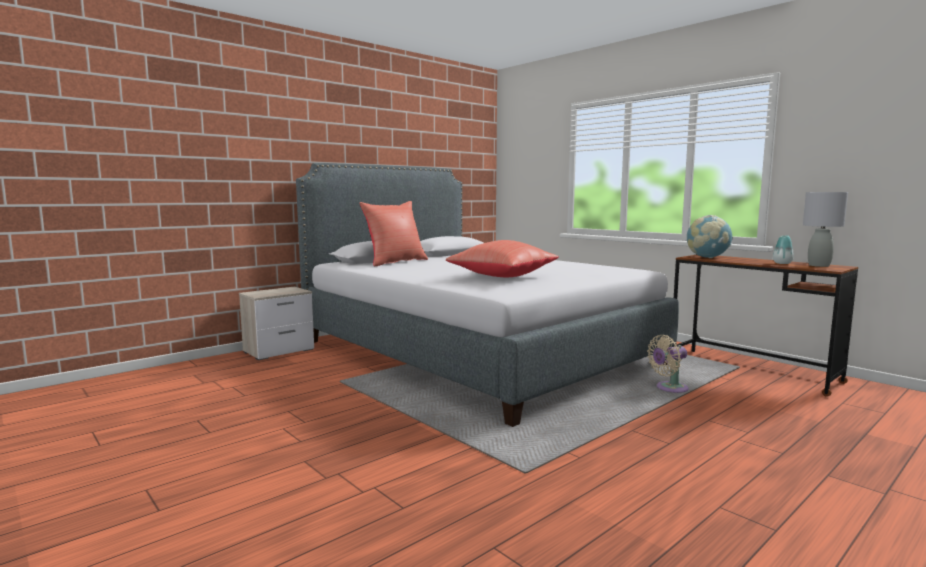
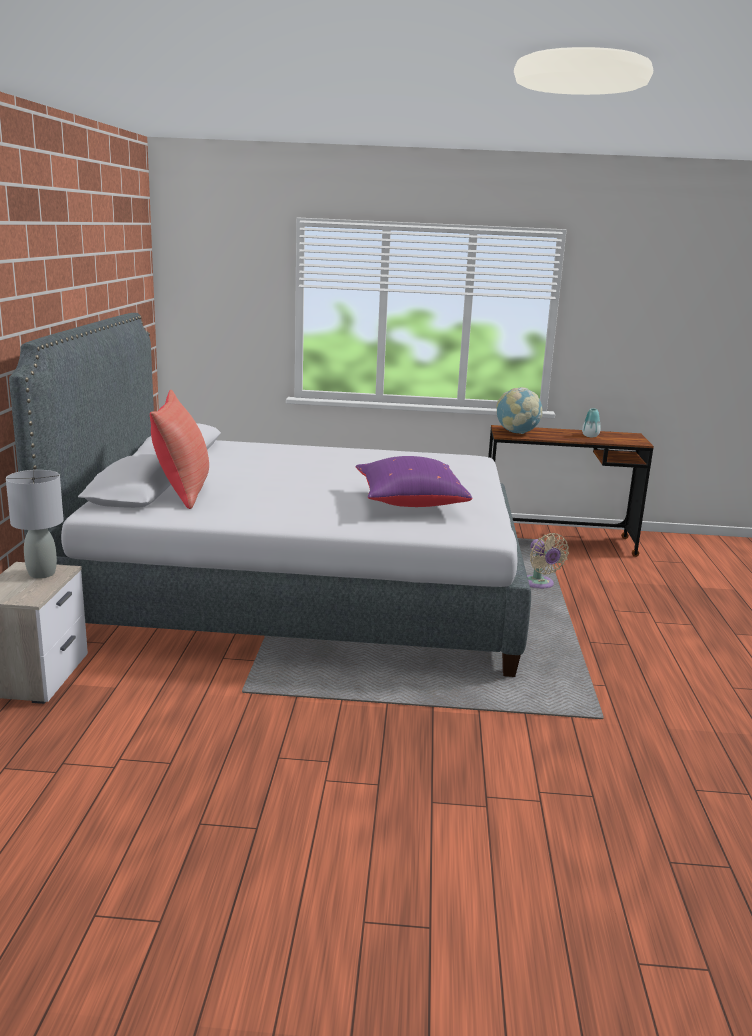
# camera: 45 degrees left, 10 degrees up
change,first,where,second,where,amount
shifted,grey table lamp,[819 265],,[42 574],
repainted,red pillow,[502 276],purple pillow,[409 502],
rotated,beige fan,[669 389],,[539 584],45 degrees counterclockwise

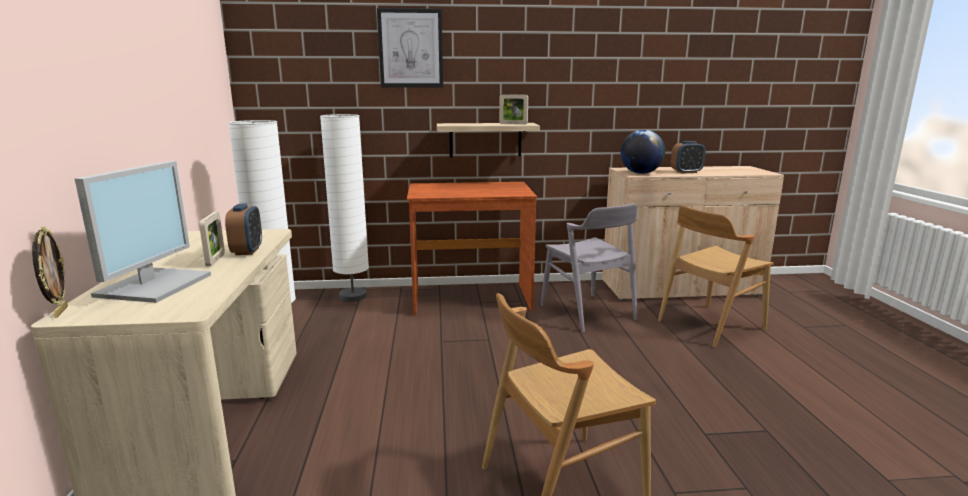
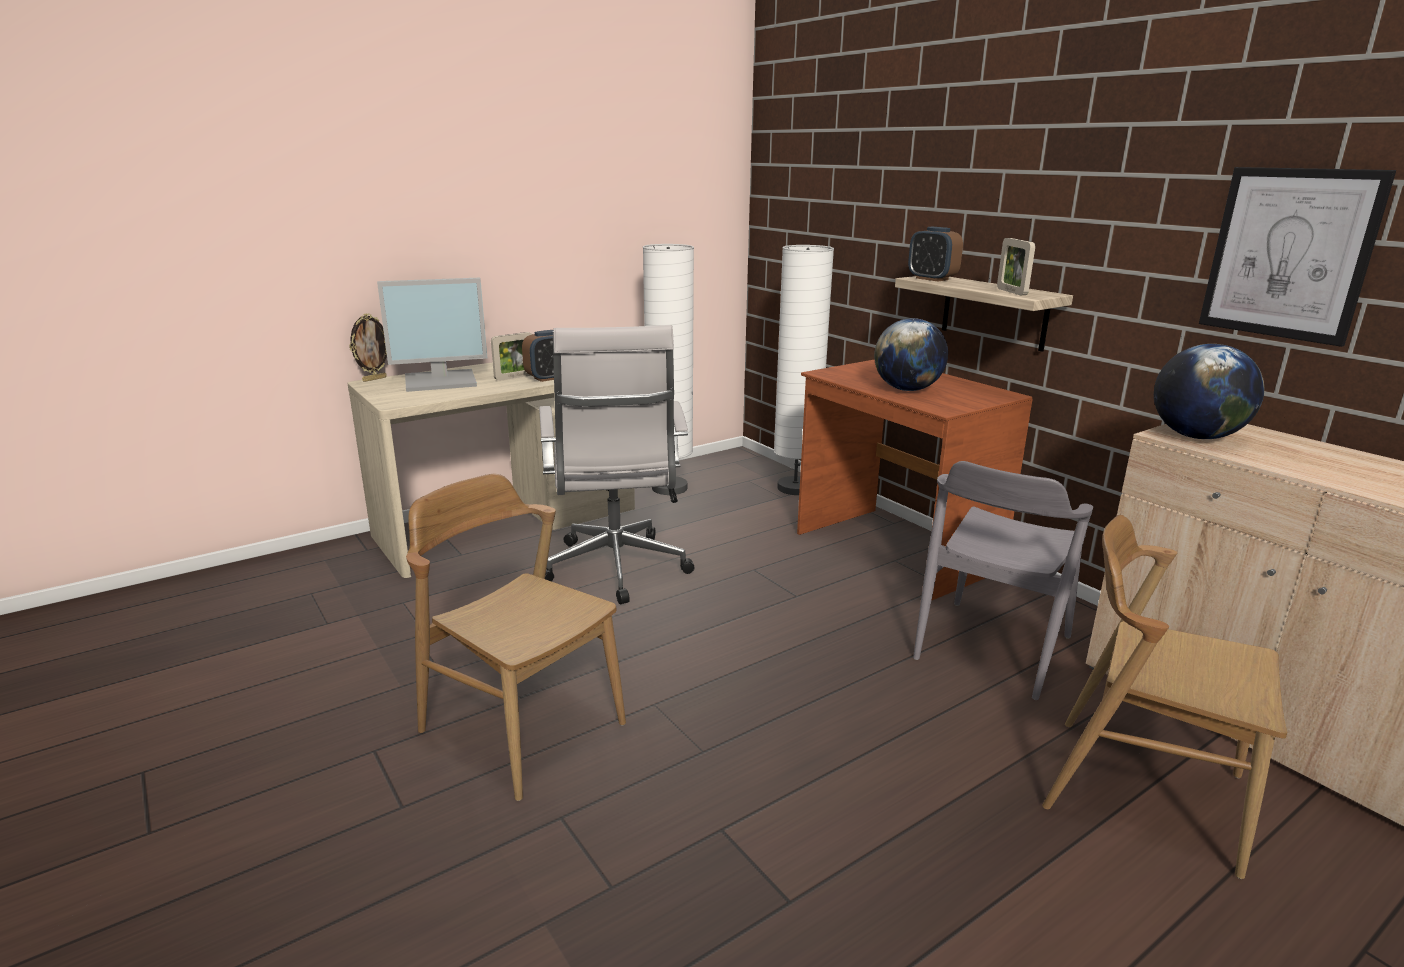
# camera: 60 degrees right, 5 degrees up
change,first,where,second,where,amount
new,,,white office chair,[616 571],
new,,,globe,[907 389],
shifted,picture,[410 48],,[1289 254],
shifted,alarm clock,[686 172],,[932 279],

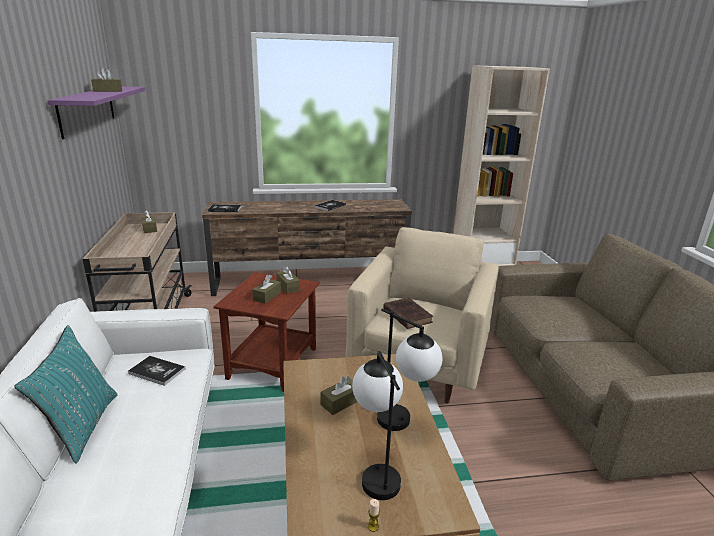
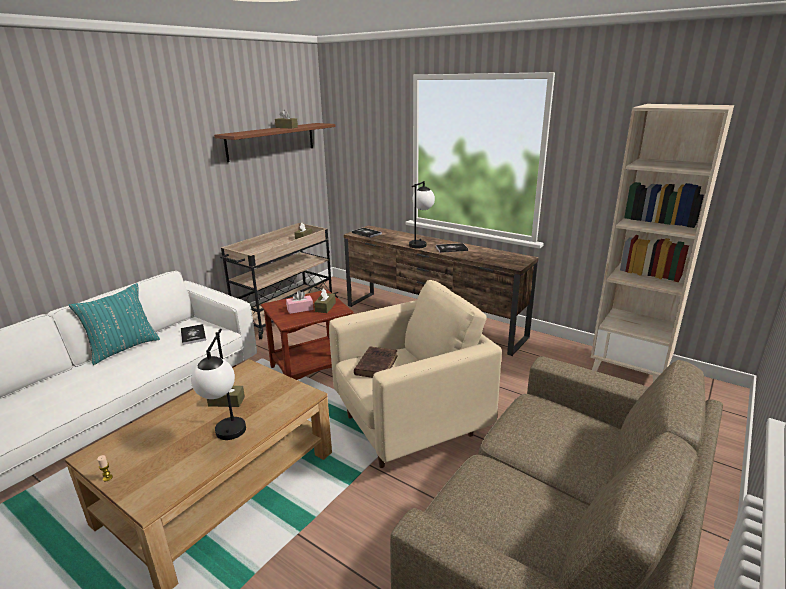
# camera: 45 degrees right, 0 degrees up
change,first,where,second,where,amount
shifted,table lamp,[376 471],,[420 243],
repainted,purple shelf,[88 109],brown shelf,[271 141],
repainted,brown tissue box,[267 296],pink tissue box,[300 309],

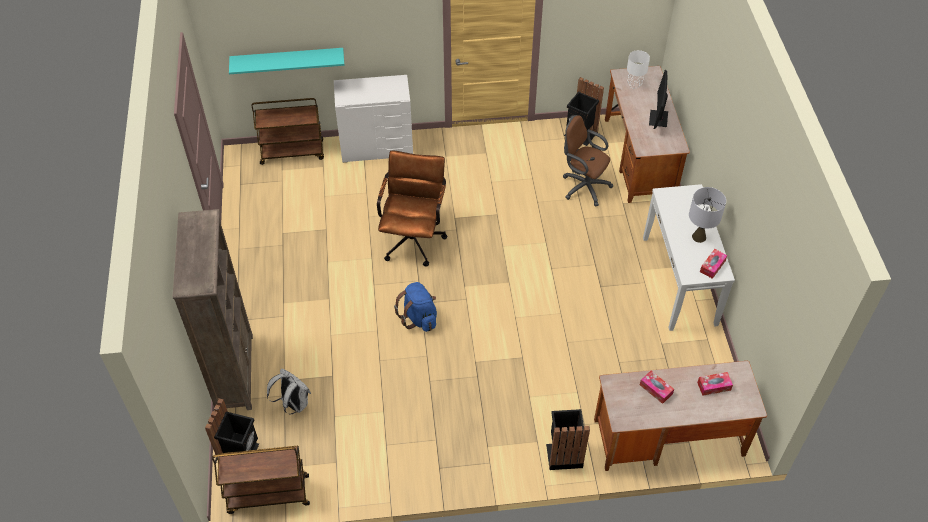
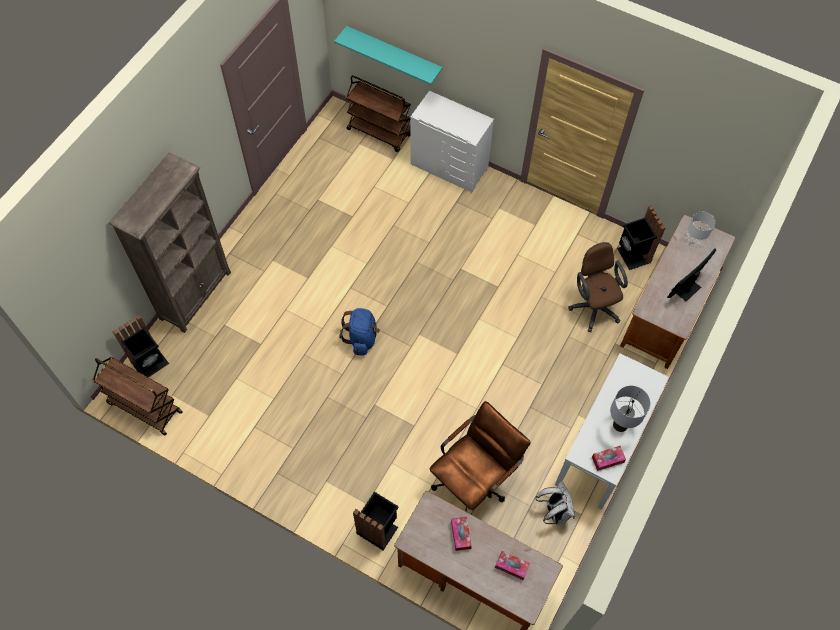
# camera: 35 degrees right, 10 degrees up
change,first,where,second,where,amount
shifted,white backpack,[293 404],,[554 511],
shifted,brown office chair,[413 237],,[474 479],

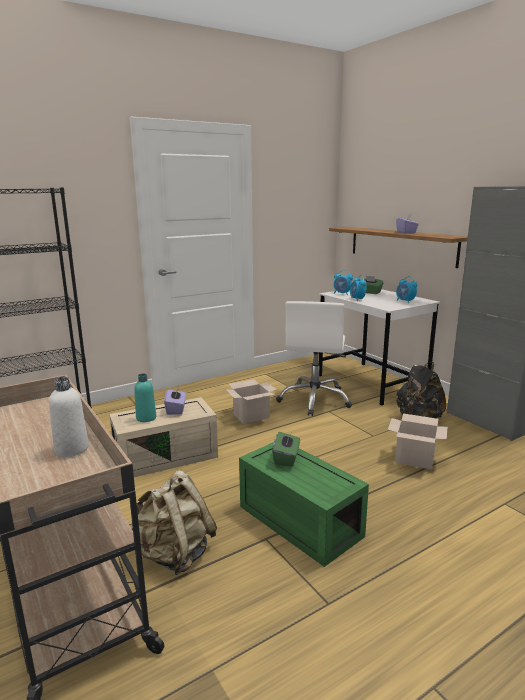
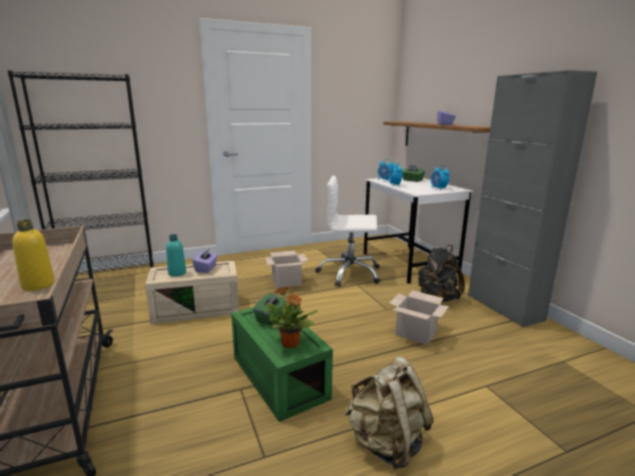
# camera: 10 degrees right, 0 degrees up
change,first,where,second,where,amount
new,,,potted plant,[290 344],
shifted,beige backpack,[175 554],,[386 443],
repainted,white bottle,[71 449],yellow bottle,[38 285],
rotated,white office chair,[315 400],,[349 273],75 degrees clockwise

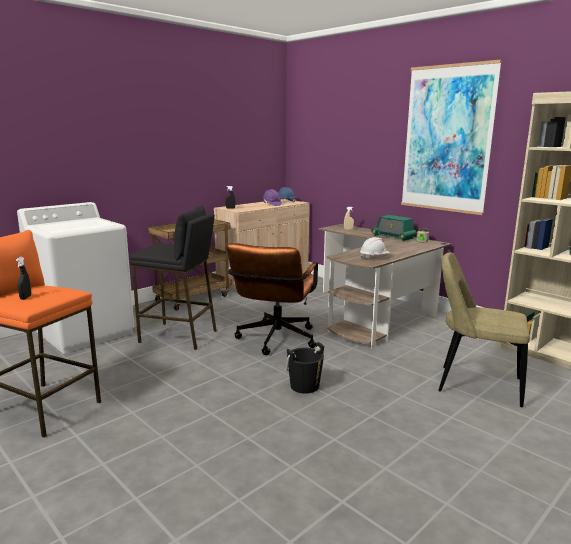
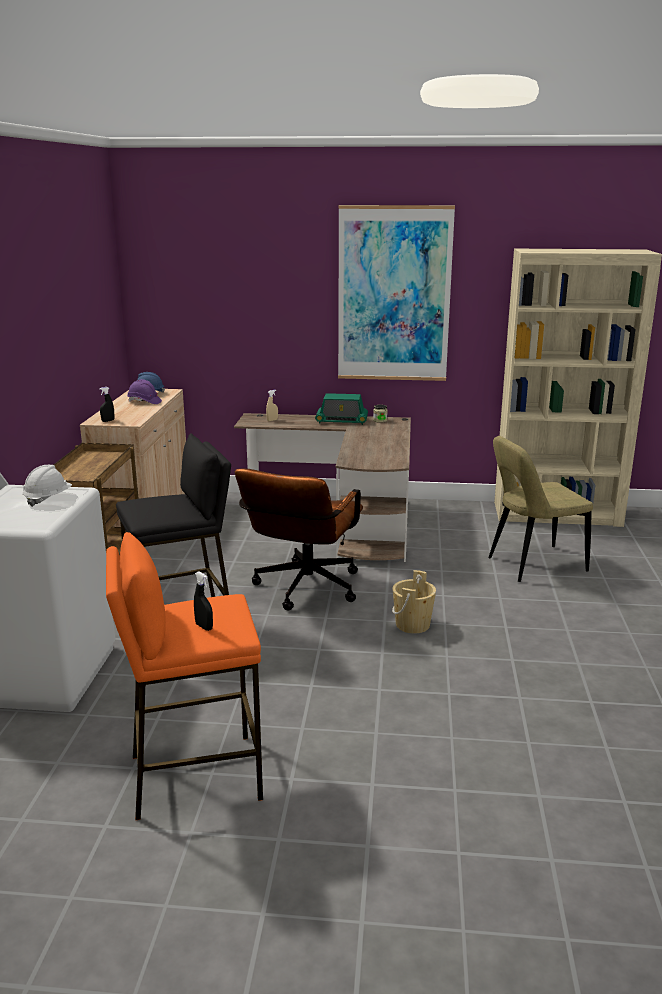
# camera: 40 degrees left, 5 degrees up
change,first,where,second,where,amount
shifted,white hard hat,[374 258],,[48 499],
repainted,black bucket,[304 386],beige bucket,[412 625],
rotated,brown office chair,[274 341],,[303 590],45 degrees clockwise

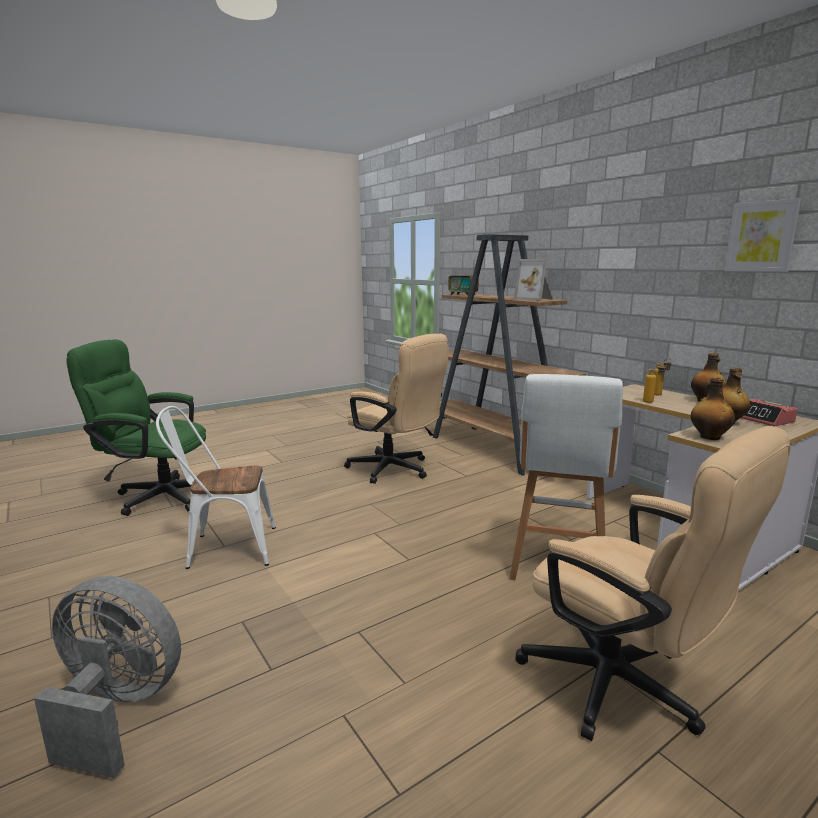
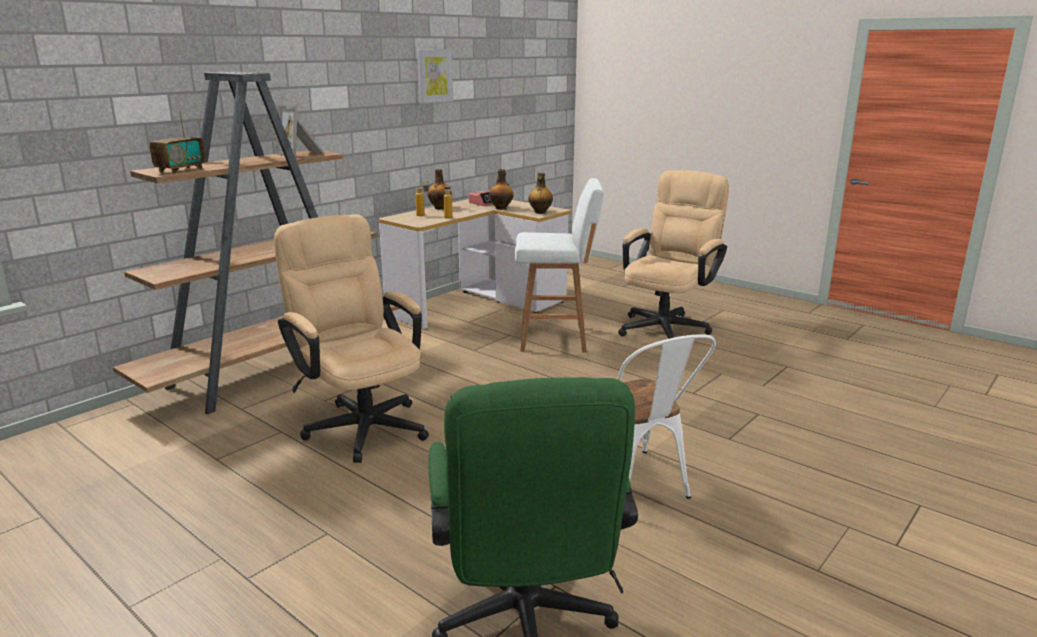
# camera: 105 degrees left, 5 degrees up
change,first,where,second,where,amount
gone,grey fan,[117 709],,,
rotated,beige office chair,[395 470],,[361 423],60 degrees counterclockwise
rotated,picture frame,[535 299],,[302 154],105 degrees clockwise

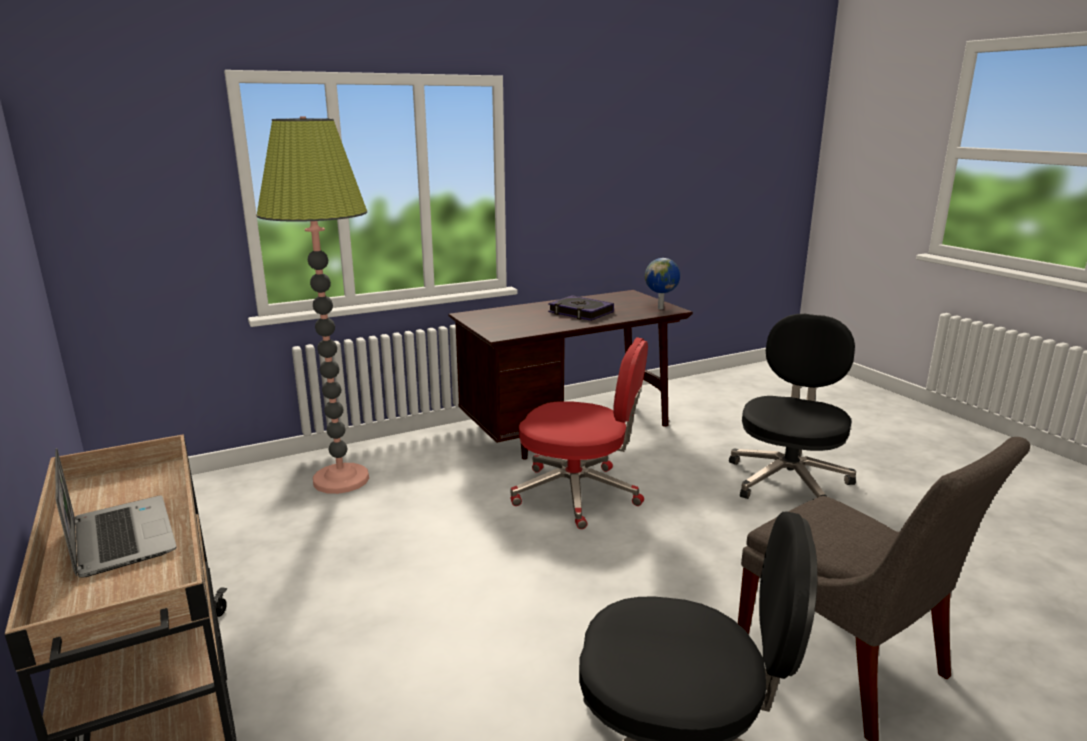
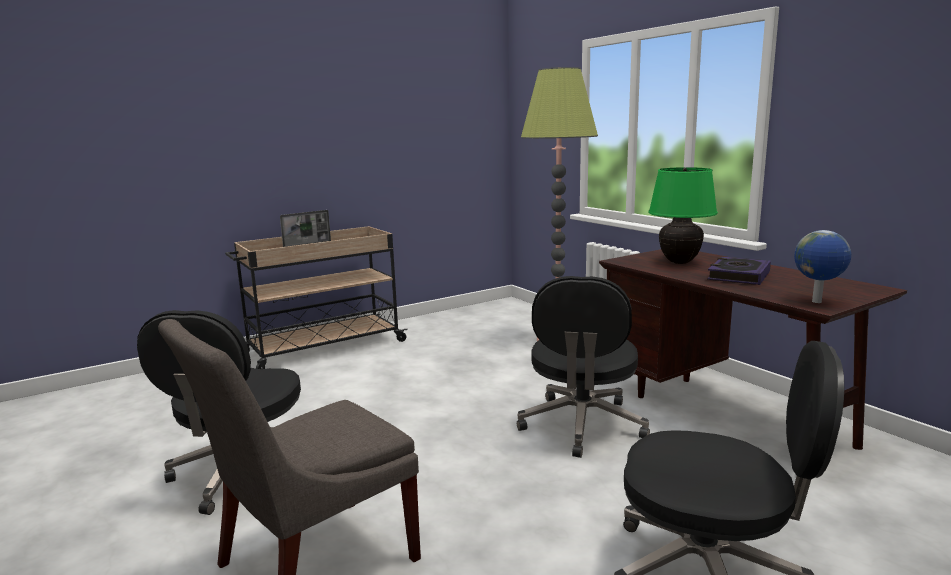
# camera: 85 degrees right, 5 degrees down
change,first,where,second,where,amount
new,,,green table lamp,[679 262],
repainted,red office chair,[579 494],black office chair,[582 426],

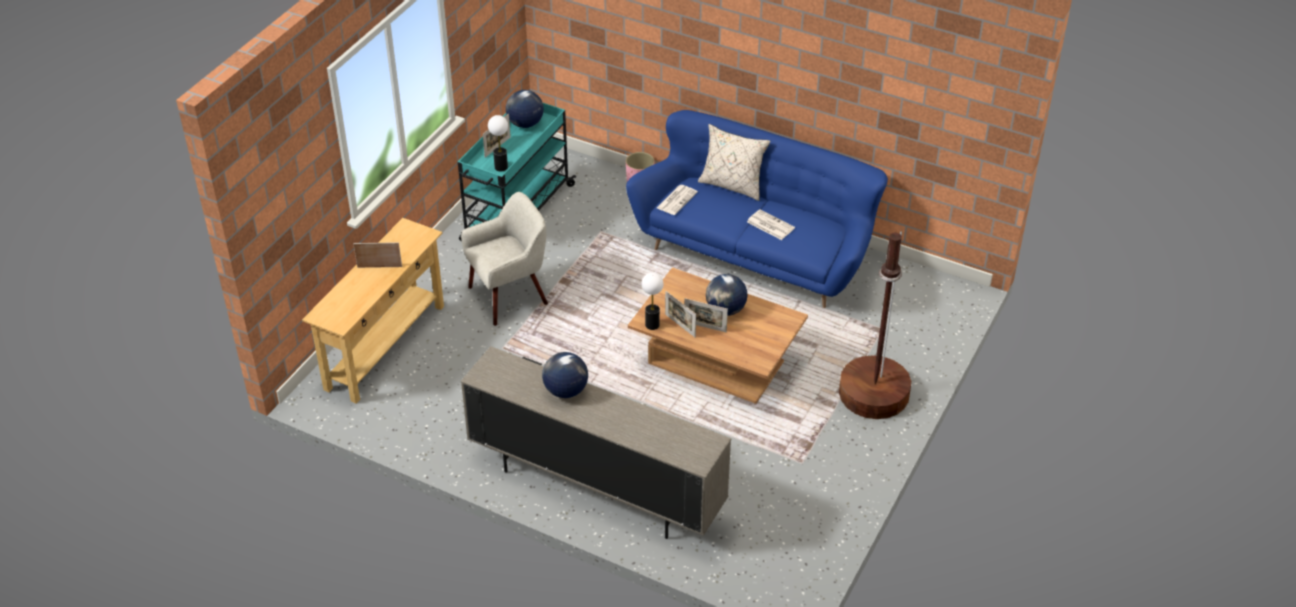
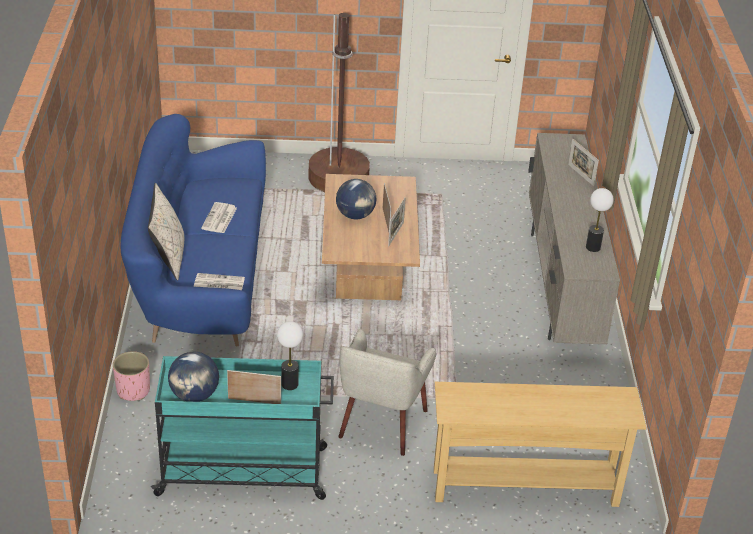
# camera: 120 degrees left, 5 degrees down
change,first,where,second,where,amount
gone,globe,[565 390],,,
shifted,picture frame,[379 267],,[580 175],
shifted,table lamp,[652 324],,[593 247],
rotated,beige armchair,[509 296],,[381 424],105 degrees counterclockwise

